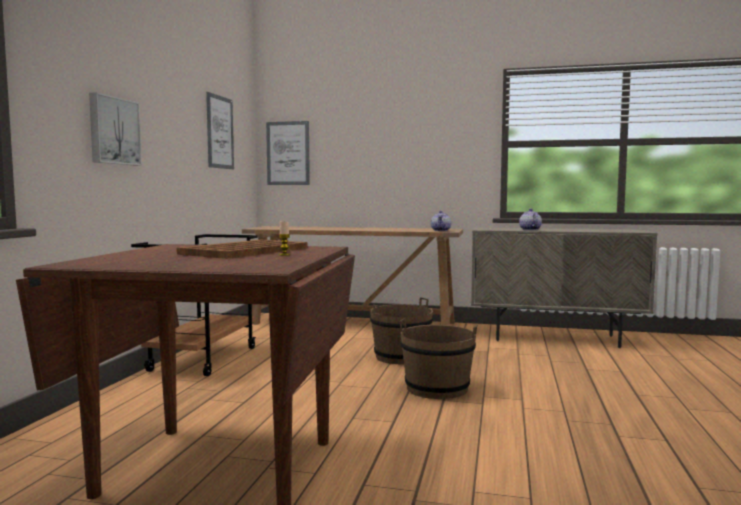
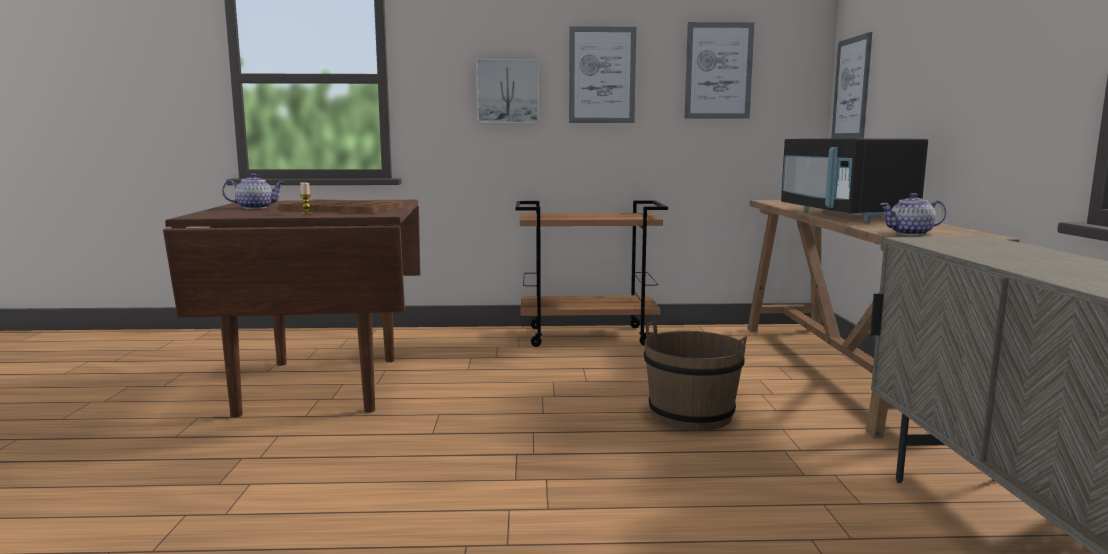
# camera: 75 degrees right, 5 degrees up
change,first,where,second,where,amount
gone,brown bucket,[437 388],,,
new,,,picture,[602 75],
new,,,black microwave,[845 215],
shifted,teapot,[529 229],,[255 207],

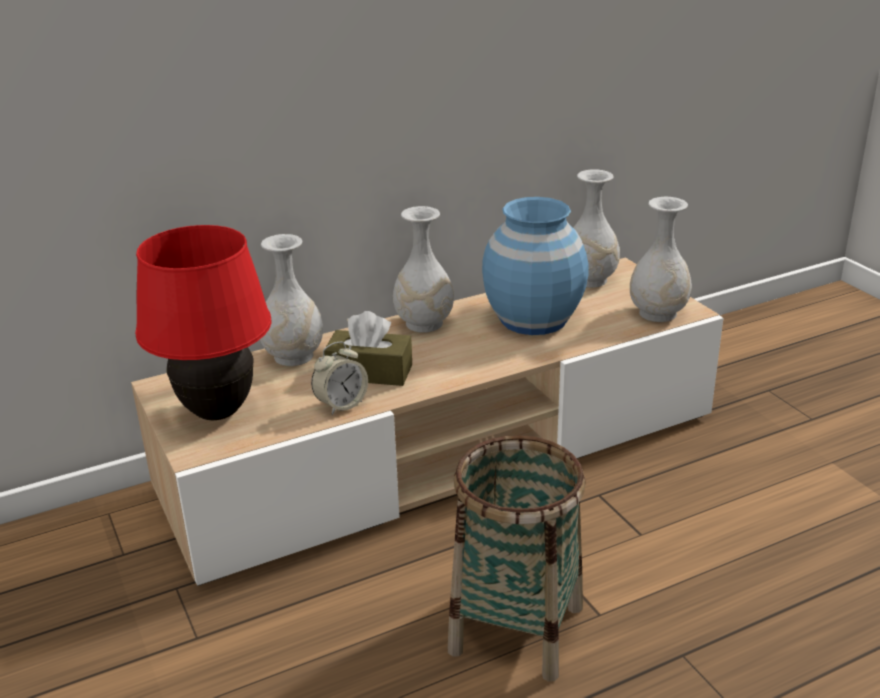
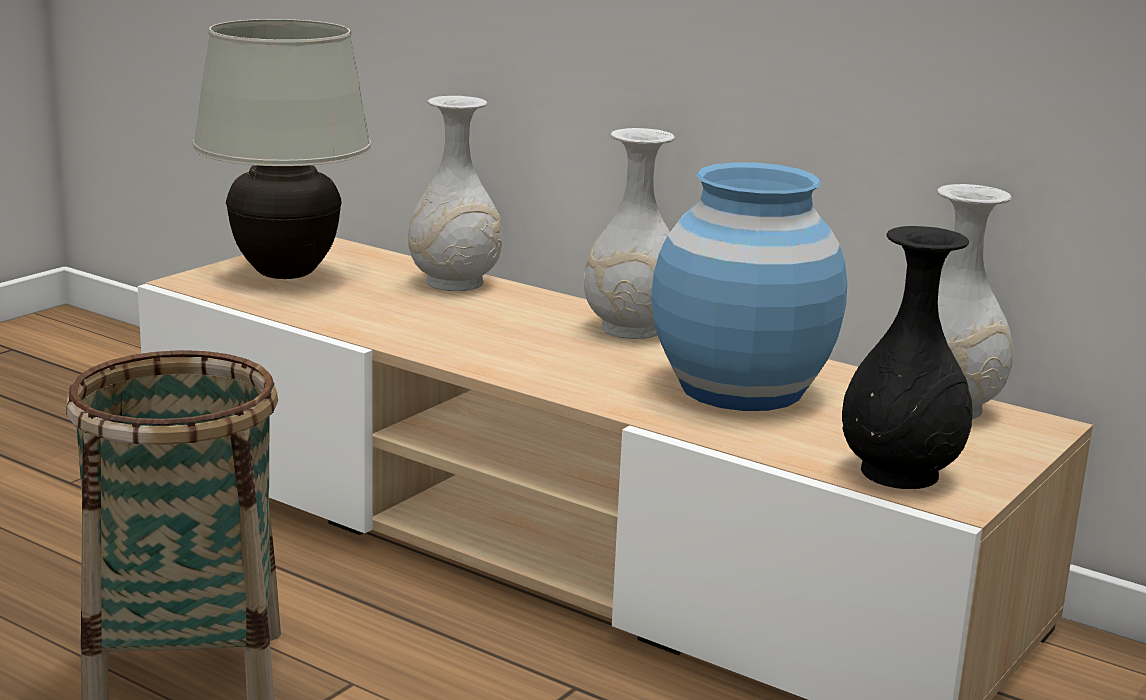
# camera: 60 degrees right, 10 degrees down
change,first,where,second,where,amount
gone,alarm clock,[341 405],,,
gone,brown tissue box,[369 372],,,
repainted,red table lamp,[217 413],white table lamp,[284 275],
repainted,white vase,[658 313],black vase,[900 474],

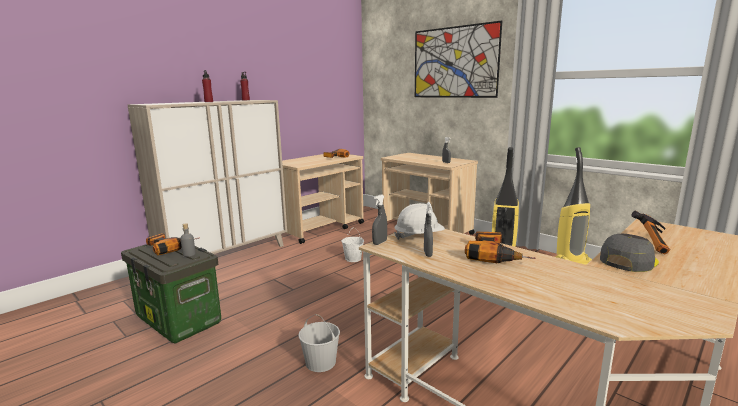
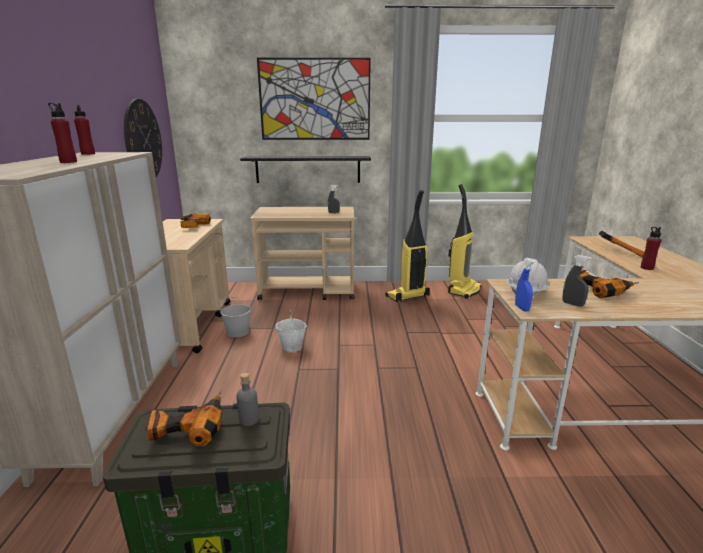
# camera: 45 degrees left, 5 degrees up
change,first,where,second,where,amount
new,,,wall clock,[143 140],
new,,,black shelf,[308 169],
shifted,white bucket,[320 362],,[237 332],
swapped,grey cap,[628 260],red bottle,[646 268],
repainted,grey spray bottle,[379 242],blue spray bottle,[522 308],

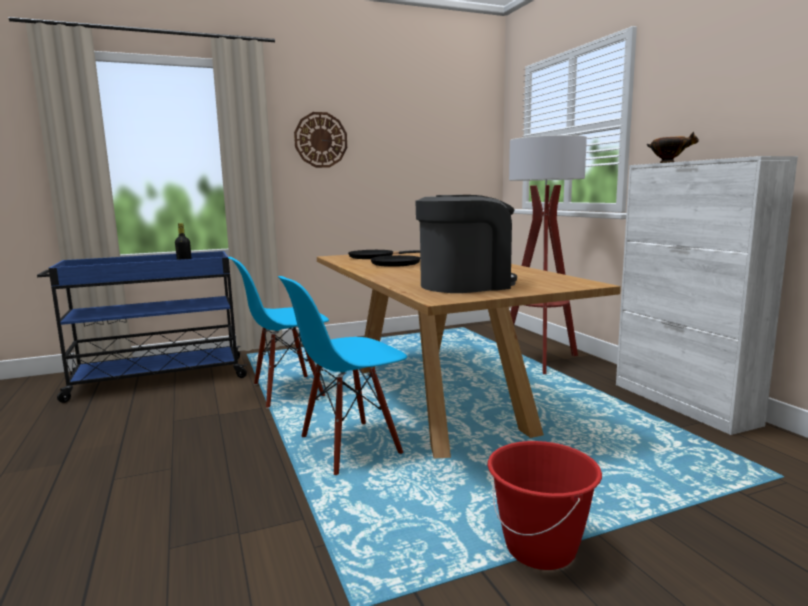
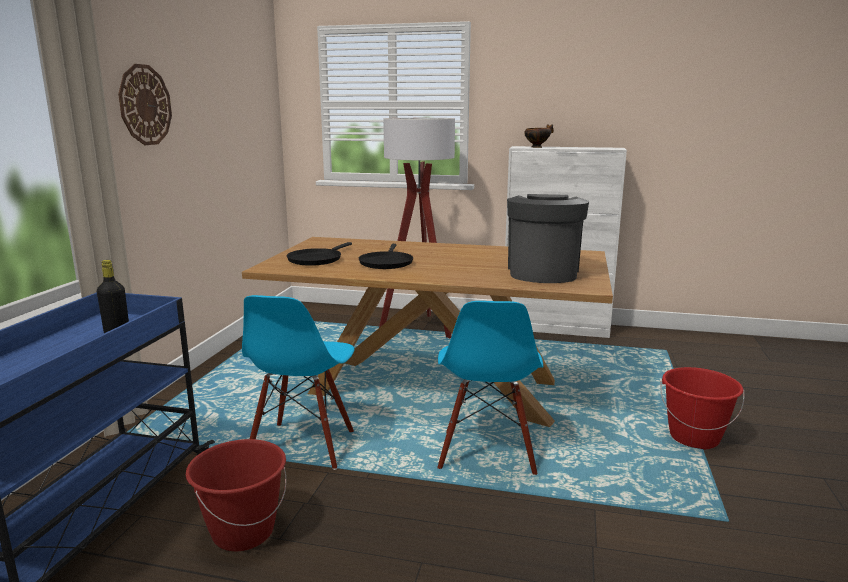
# camera: 55 degrees left, 5 degrees up
change,first,where,second,where,amount
new,,,red bucket,[243 532],

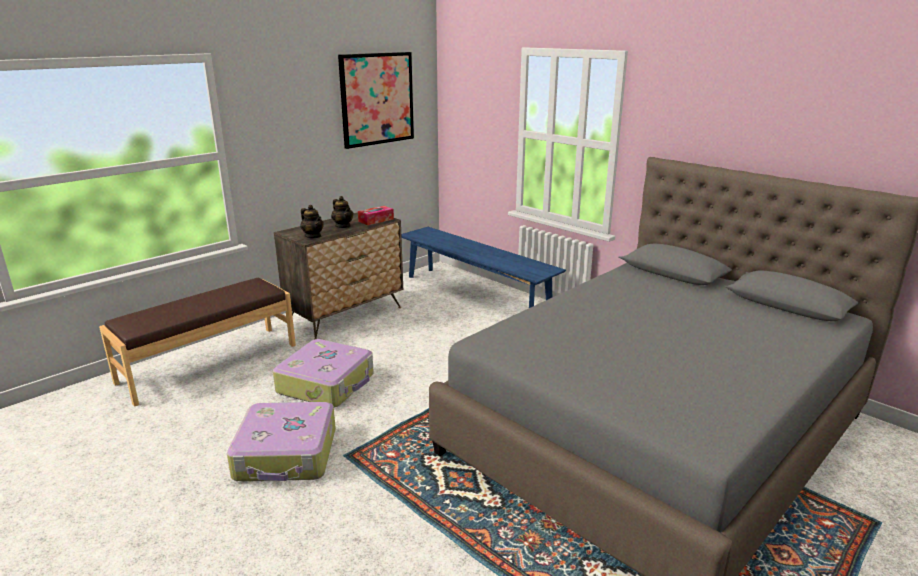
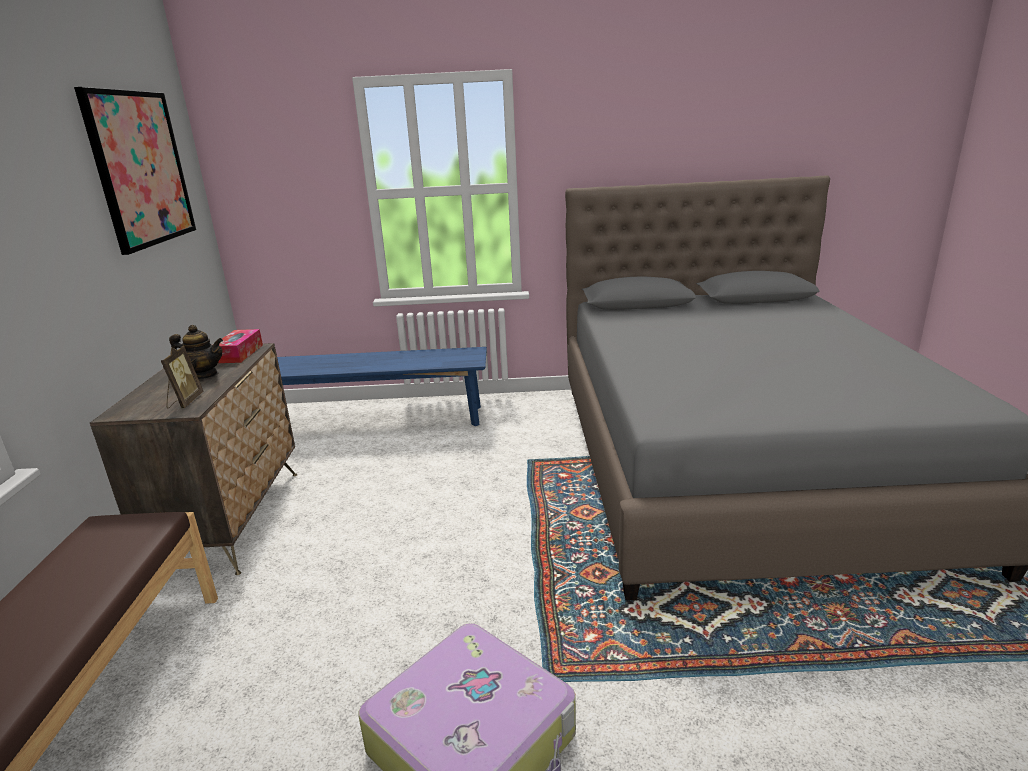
# camera: 45 degrees left, 0 degrees up
change,first,where,second,where,amount
gone,suitcase,[327 383],,,
swapped,teapot,[313 236],picture frame,[185 402],

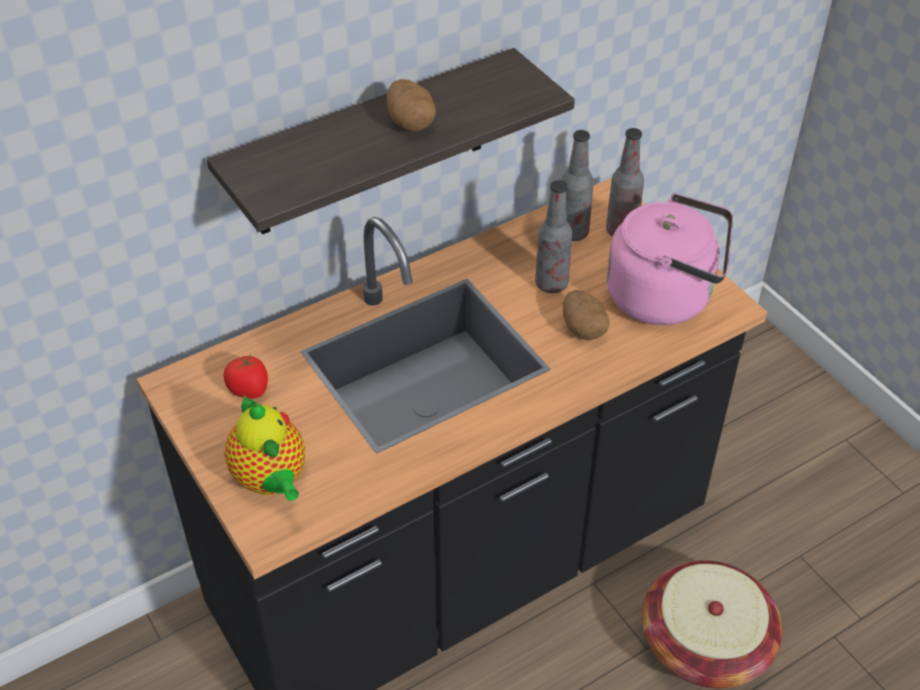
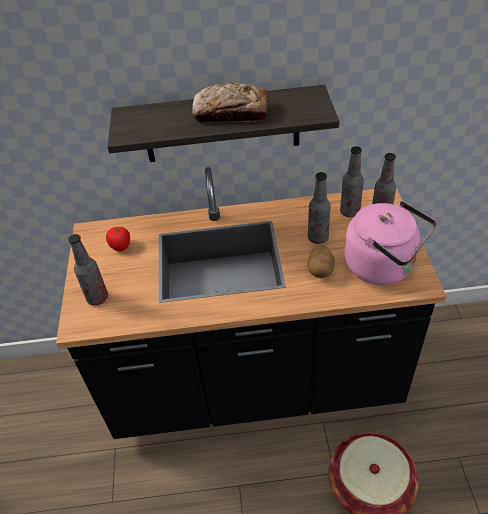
# camera: 30 degrees right, 0 degrees up
change,first,where,second,where,amount
swapped,teapot,[271 480],bottle,[97 298],
swapped,potato,[410 122],bread,[231 112],

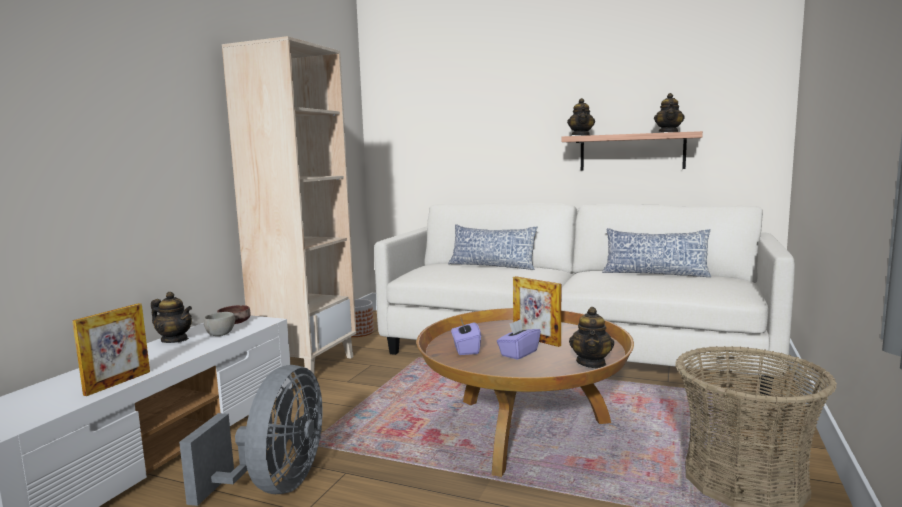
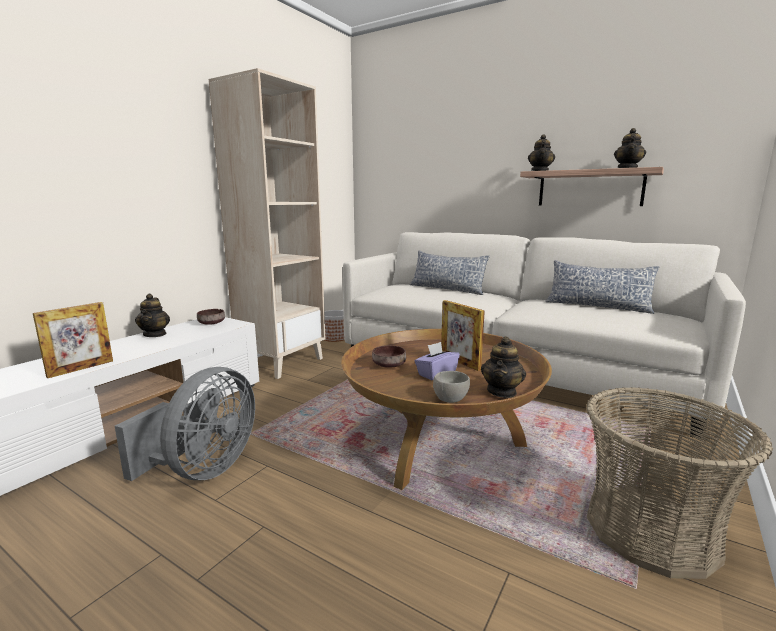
# camera: 10 degrees right, 5 degrees up
change,first,where,second,where,amount
shifted,grey bowl,[220 334],,[450 398],
swapped,purple tissue box,[465 349],brown bowl,[389 365],
rotated,teapot,[175 340],,[155 334],45 degrees clockwise

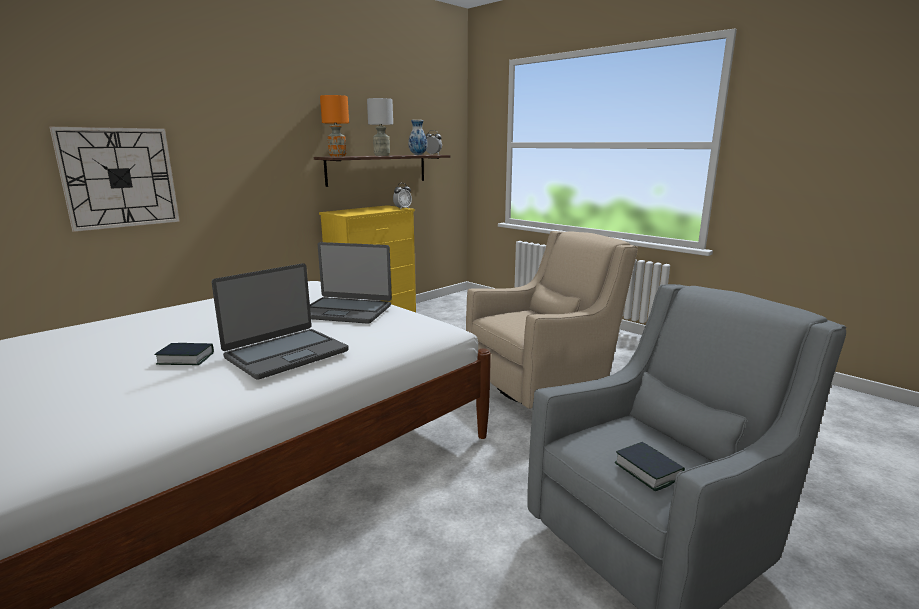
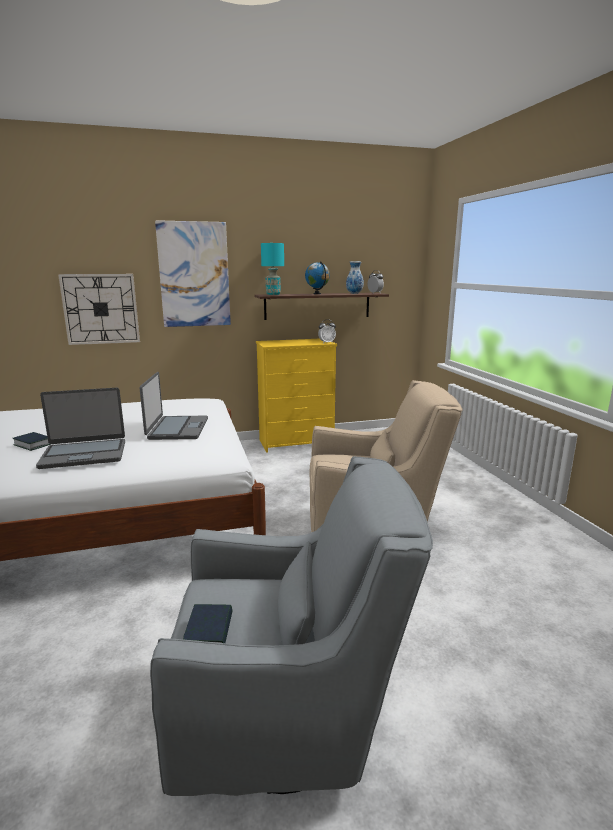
# camera: 30 degrees right, 0 degrees up
change,first,where,second,where,amount
new,,,picture,[194 275],
swapped,grey table lamp,[382 155],globe,[317 294],
repainted,orange table lamp,[337 156],turquoise table lamp,[273 294],
rotated,laptop,[345 311],,[177 429],135 degrees counterclockwise

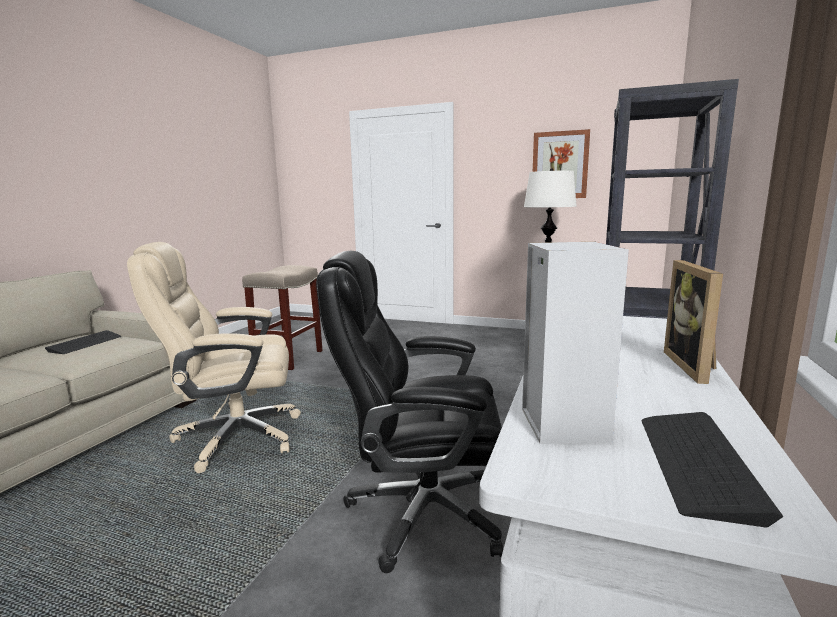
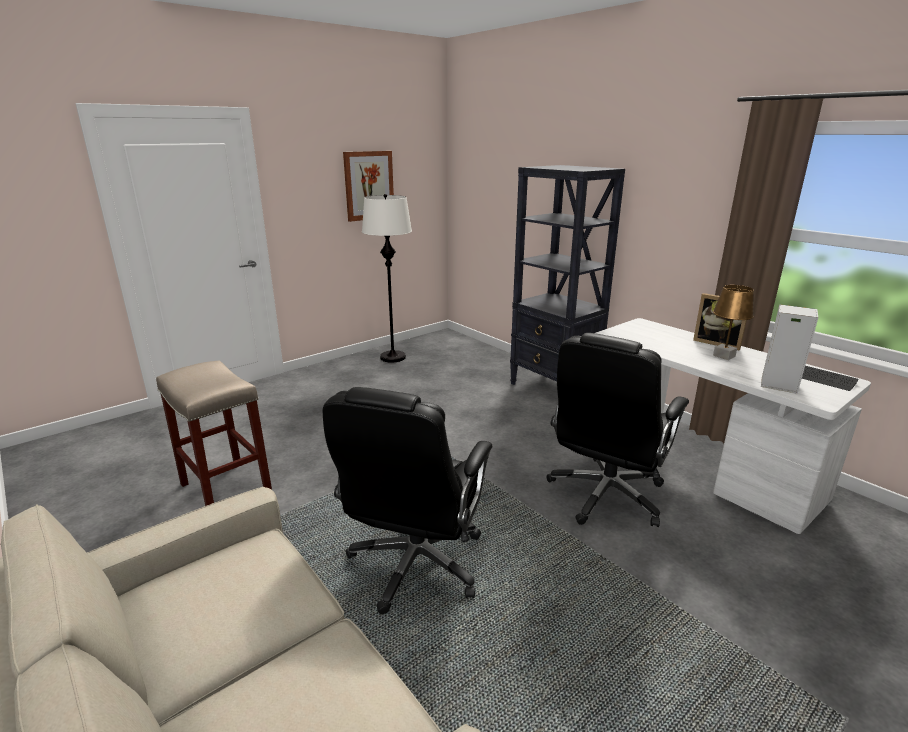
# camera: 60 degrees left, 10 degrees up
change,first,where,second,where,amount
gone,keyboard,[85 344],,,
new,,,brown table lamp,[723 356],
repainted,beige office chair,[235 437],black office chair,[415 564],

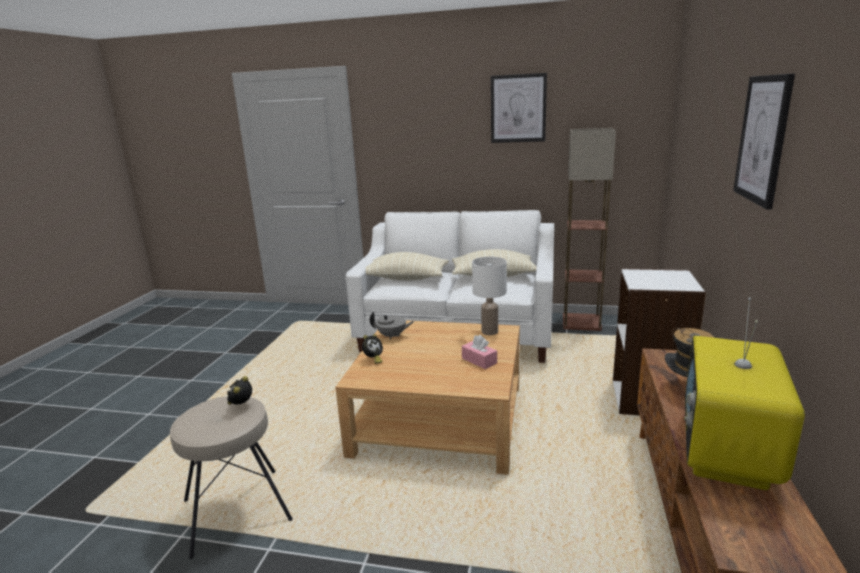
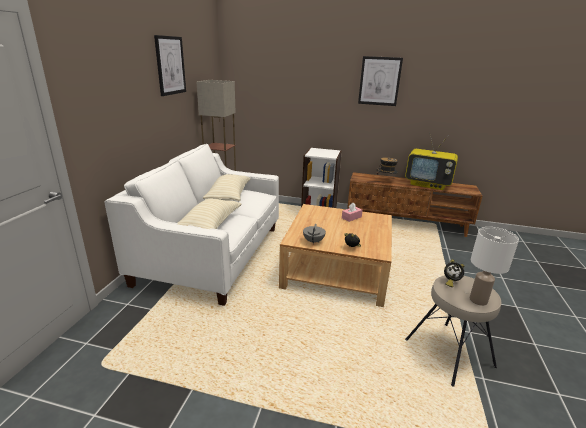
# camera: 90 degrees left, 5 degrees up
change,first,where,second,where,amount
shifted,white table lamp,[489 331],,[478 300],

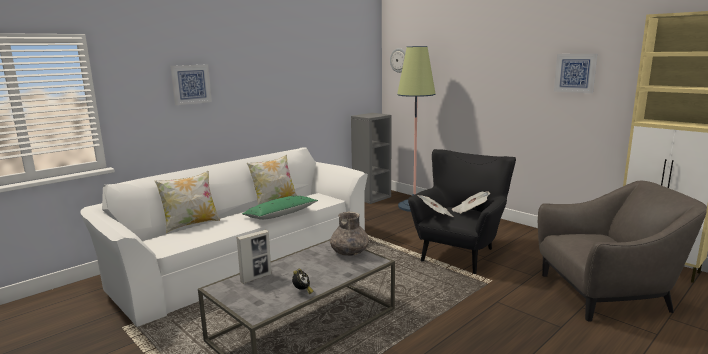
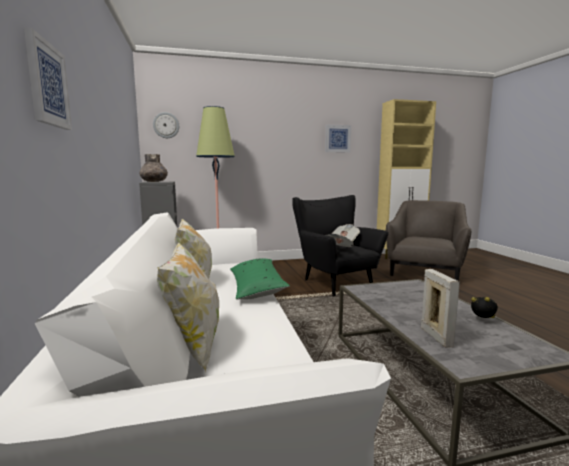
# camera: 60 degrees left, 5 degrees down
change,first,where,second,where,amount
shifted,grey vase,[350 252],,[154 181],

